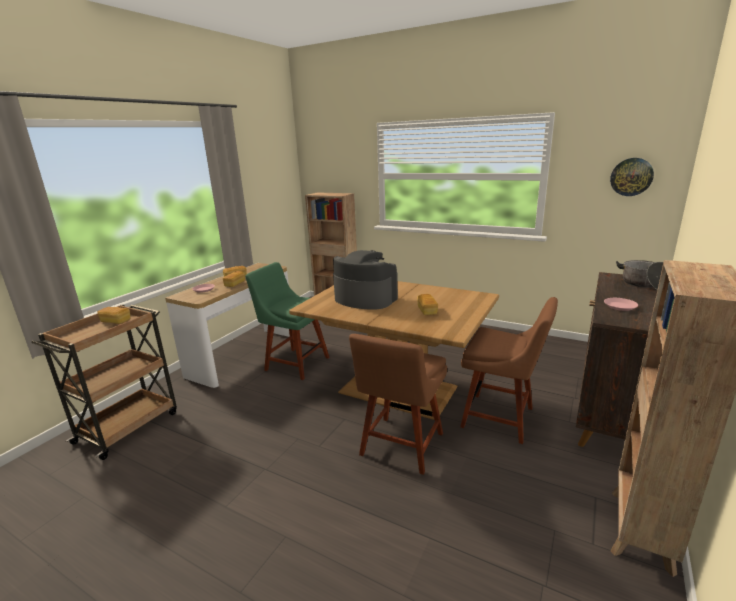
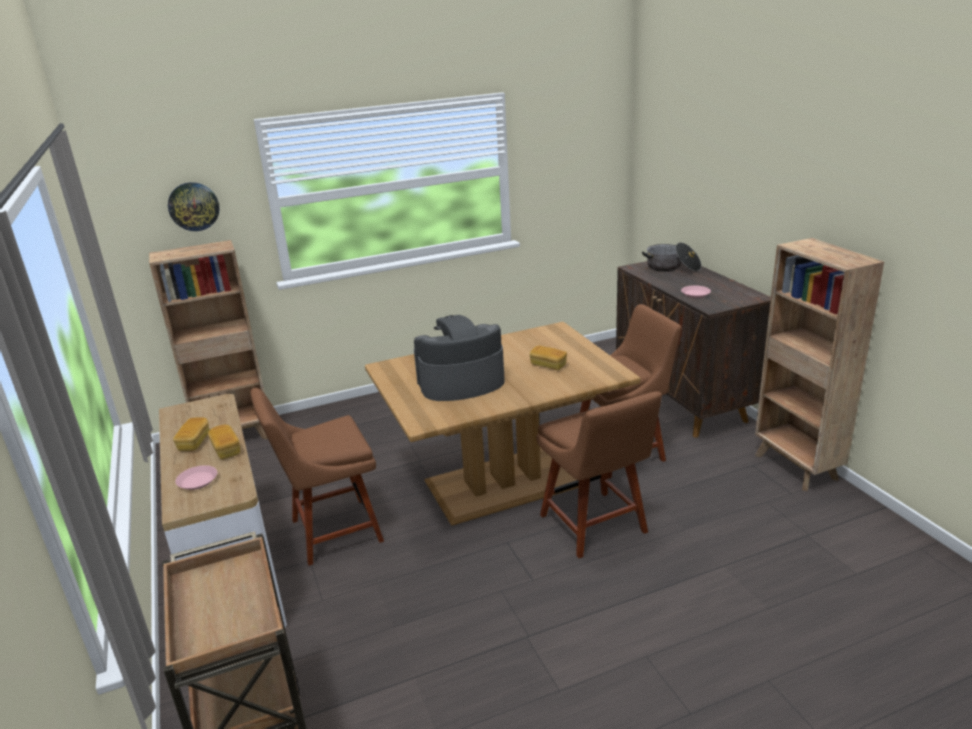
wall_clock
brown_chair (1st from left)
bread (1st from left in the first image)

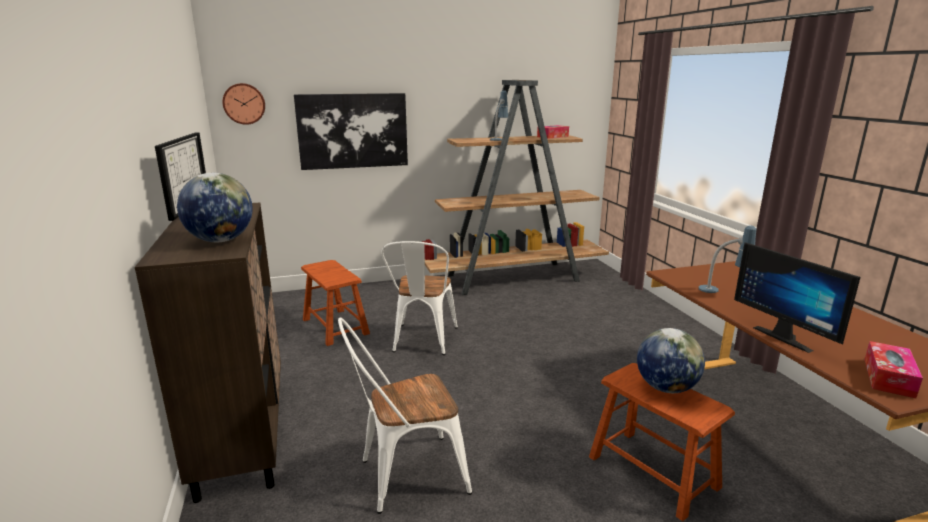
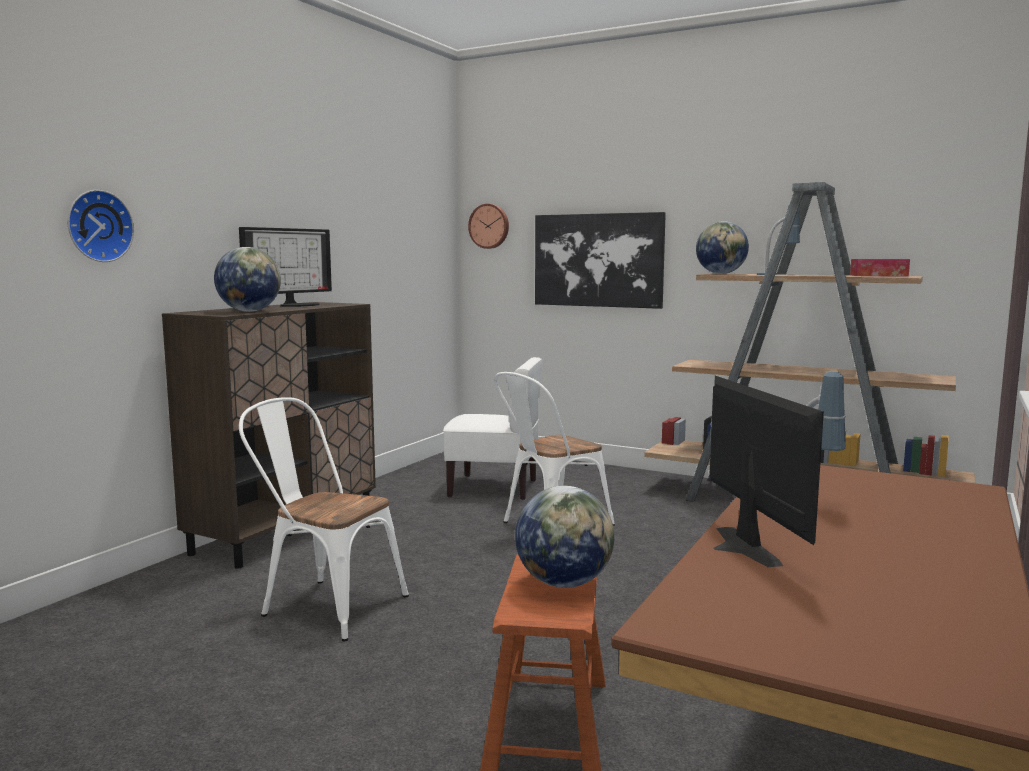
wall_clock (1st from left)
white_chair (2nd from left)
globe (3rd from left)
monitor (2nd from left)
tissue_box (2nd from left in the first image)

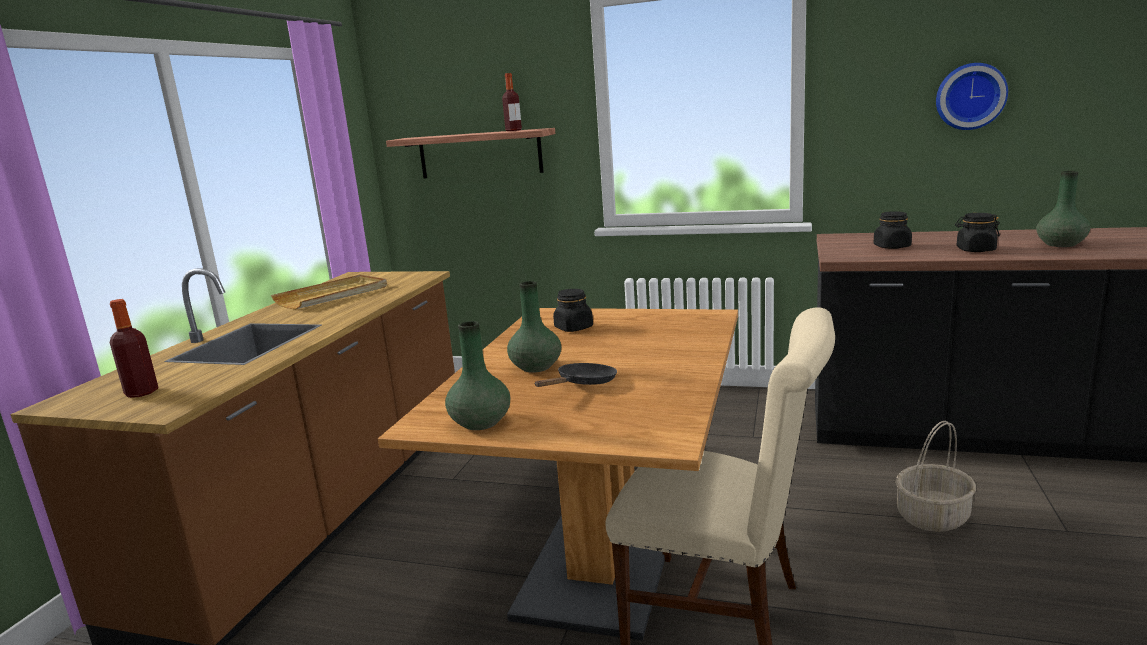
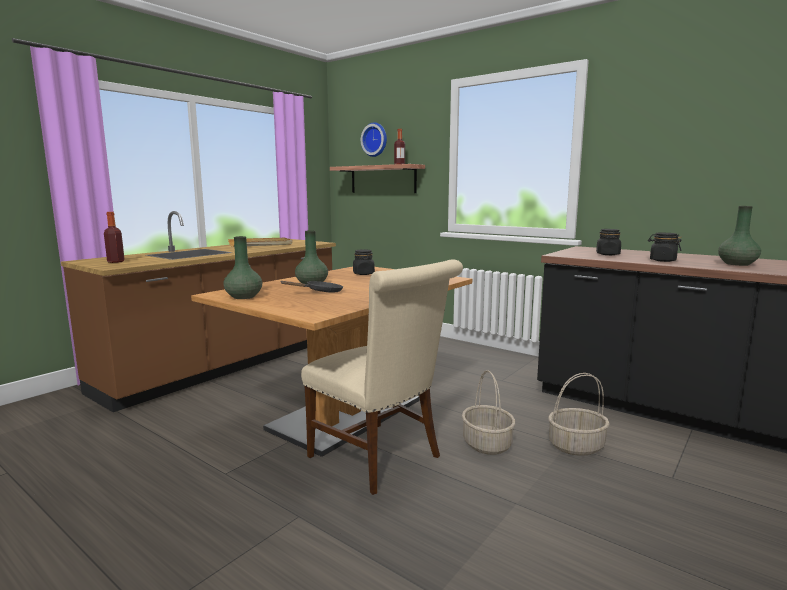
wall_clock
basket (1st from left)

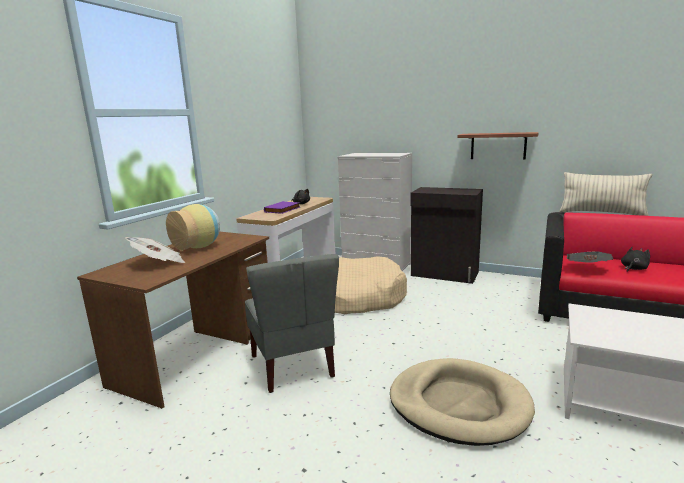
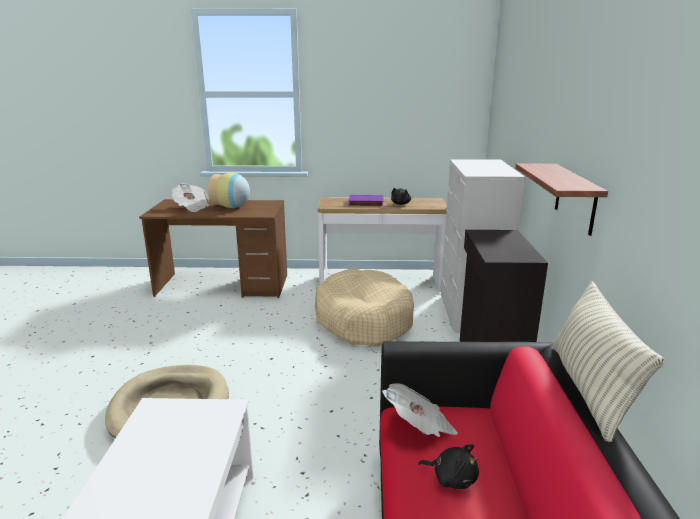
grey_chair

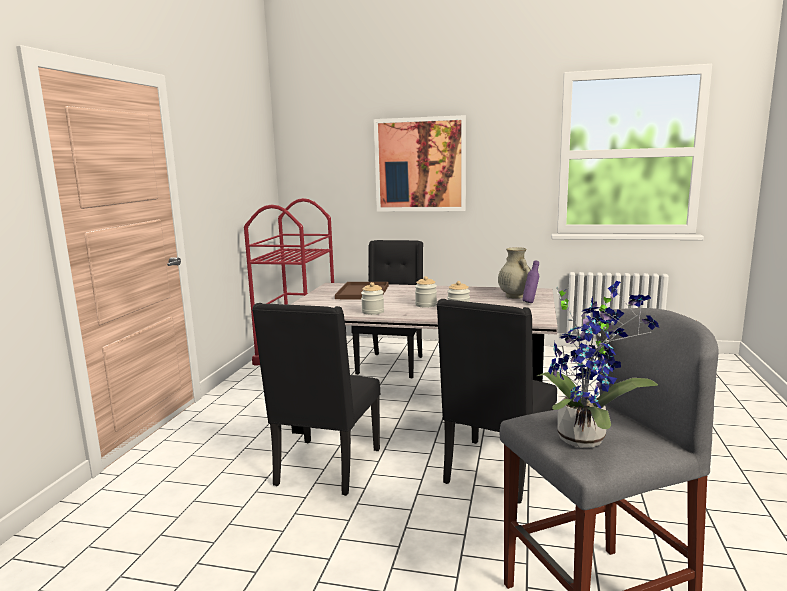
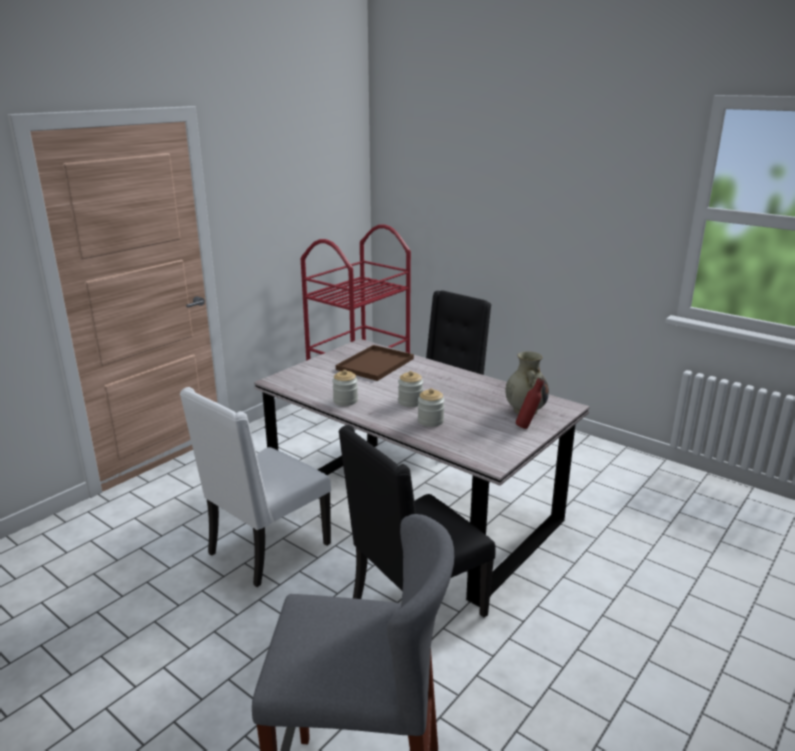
white_chair
red_bottle
picture
potted_plant

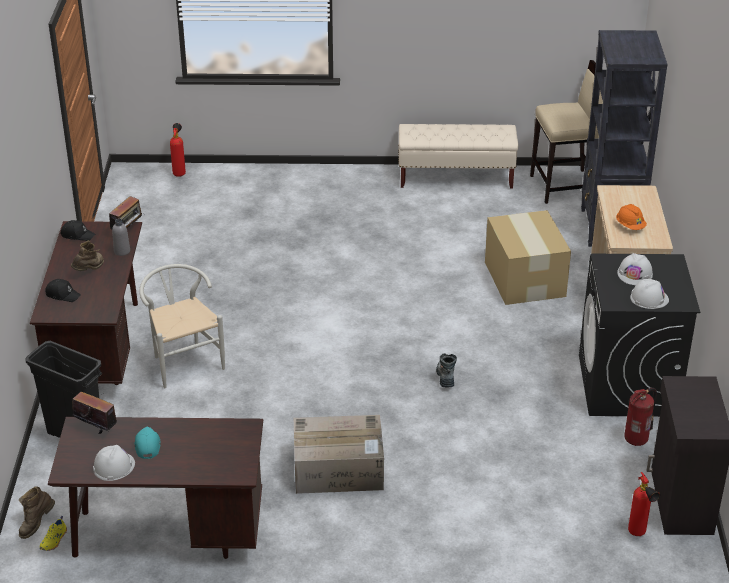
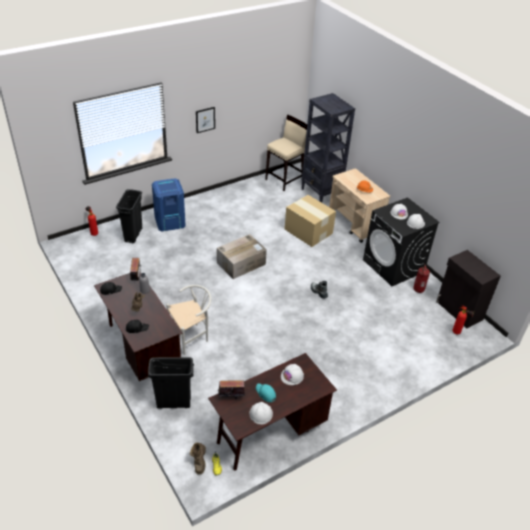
black_trash_can (1st from left)
blue_trash_can
white_chair
picture
cardboard_box (1st from left)
white_hard_hat (2nd from left)
beige_bench

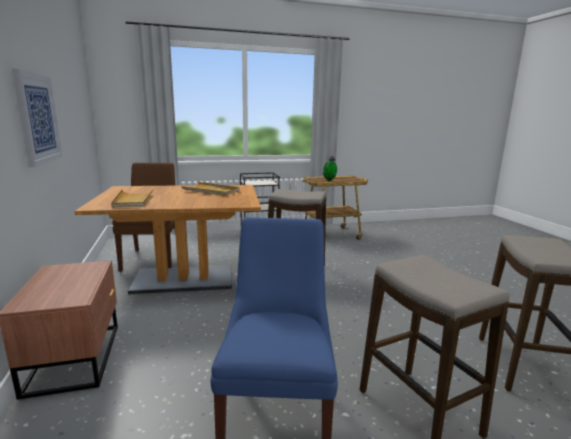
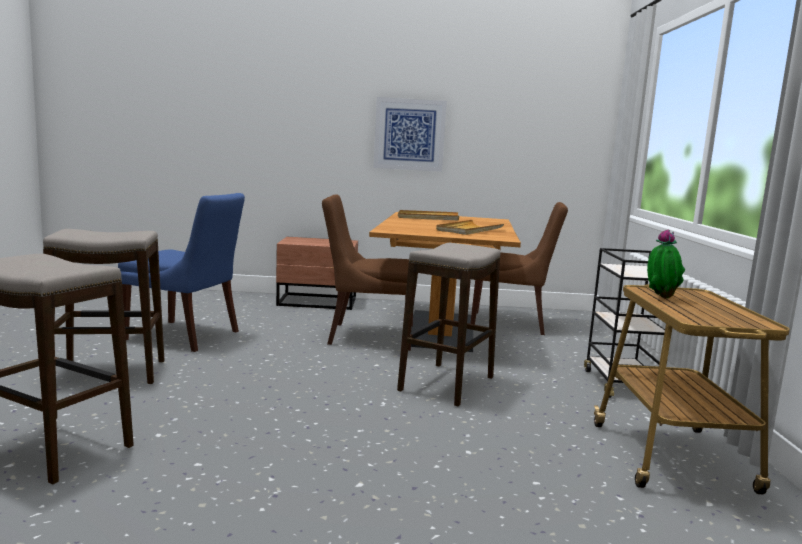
brown_chair (1st from left)

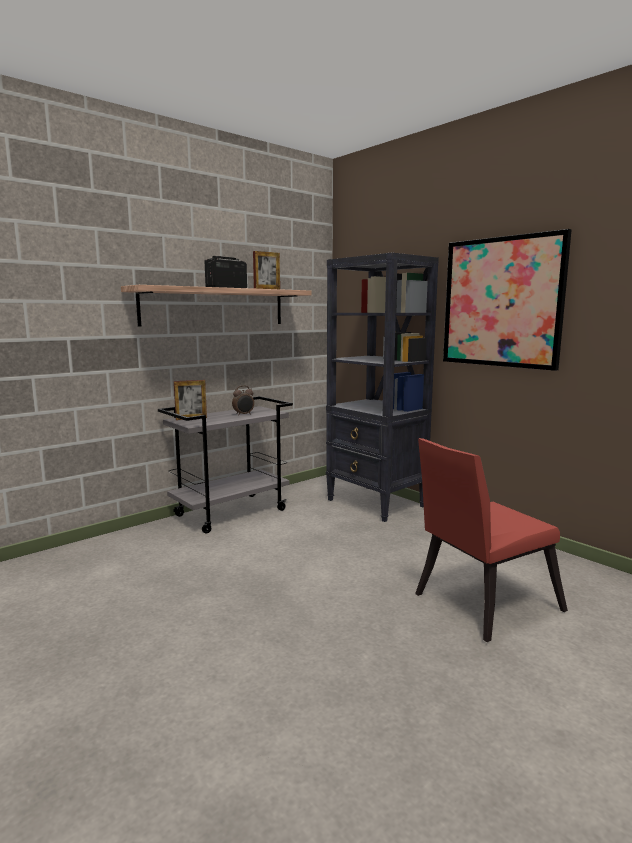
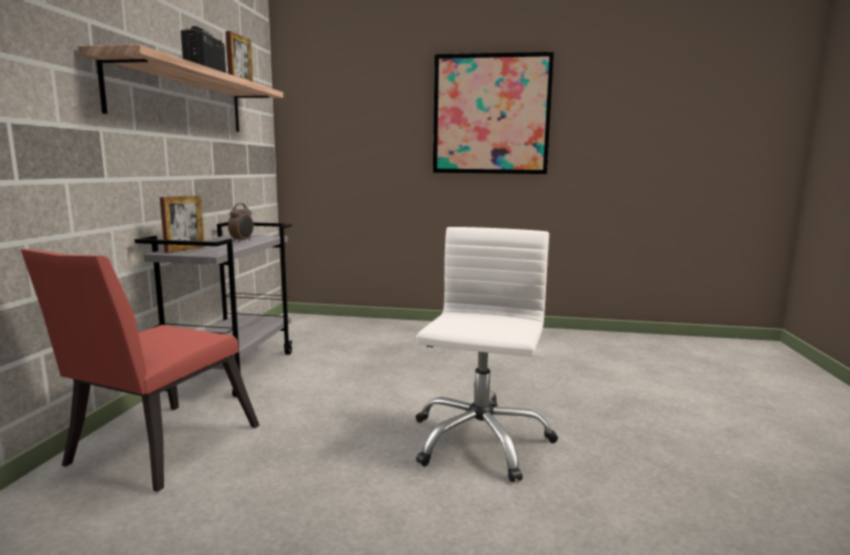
red_chair
white_office_chair
black_bookcase

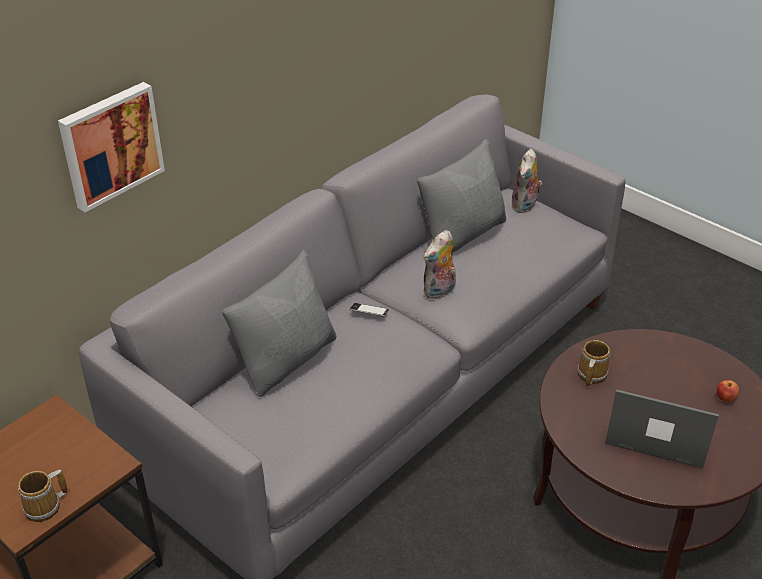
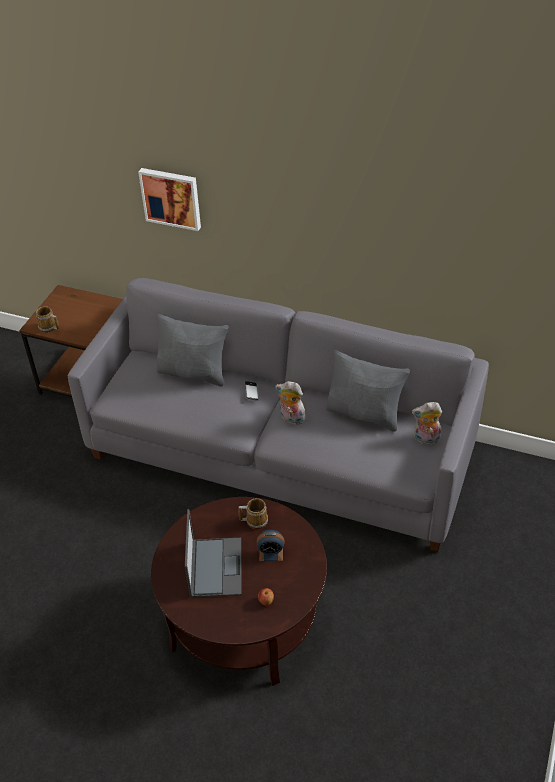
alarm_clock

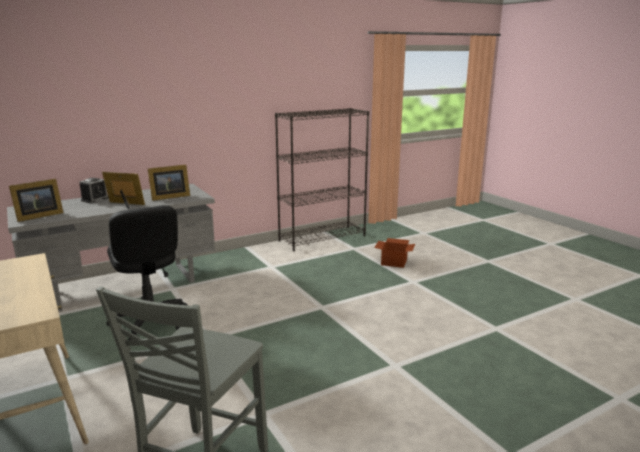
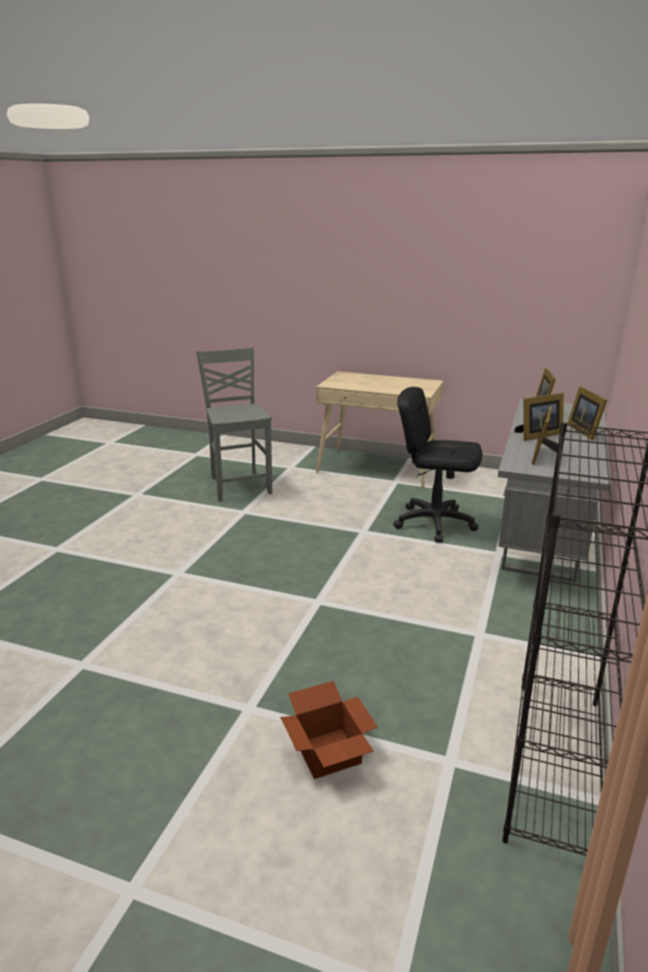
picture_frame (4th from left)

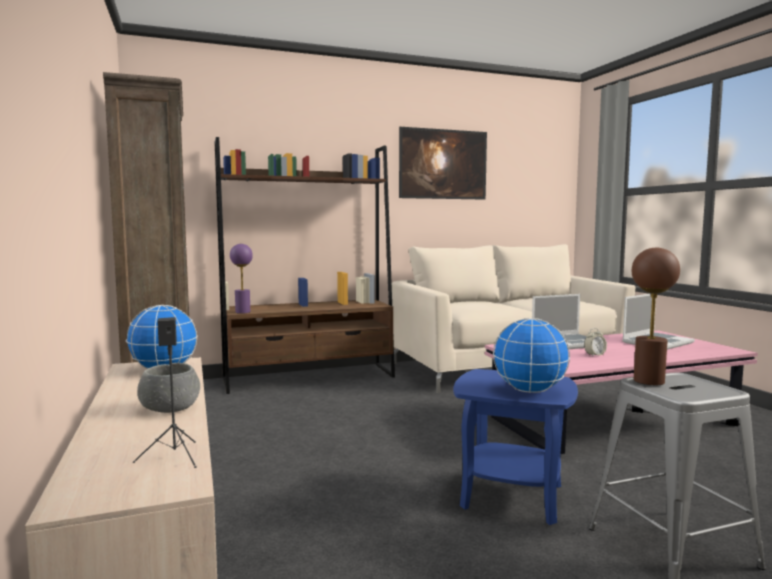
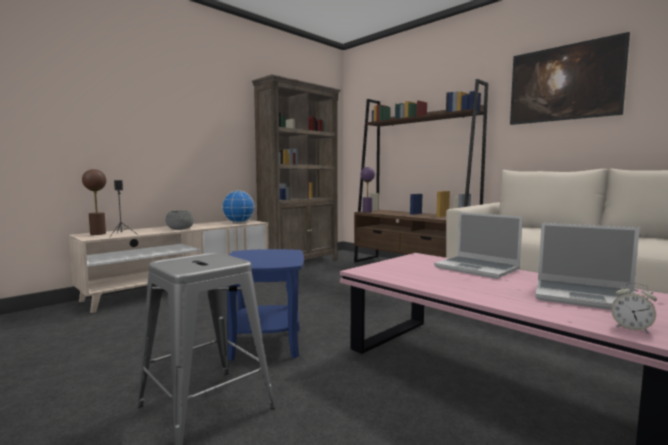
brown_table_lamp
alarm_clock
globe (2nd from left in the first image)

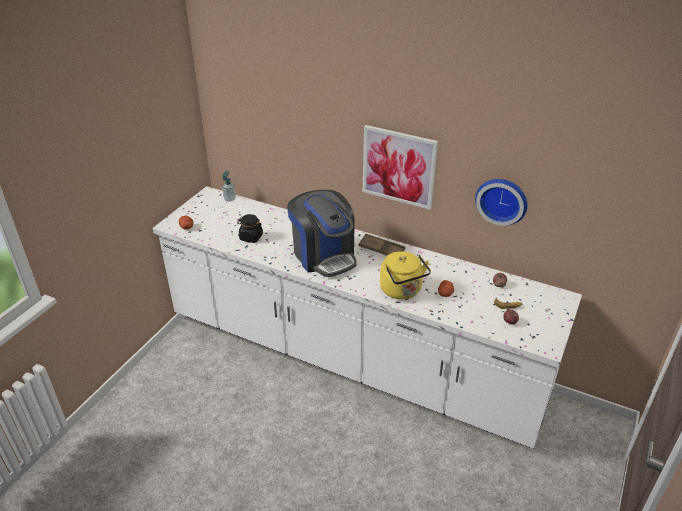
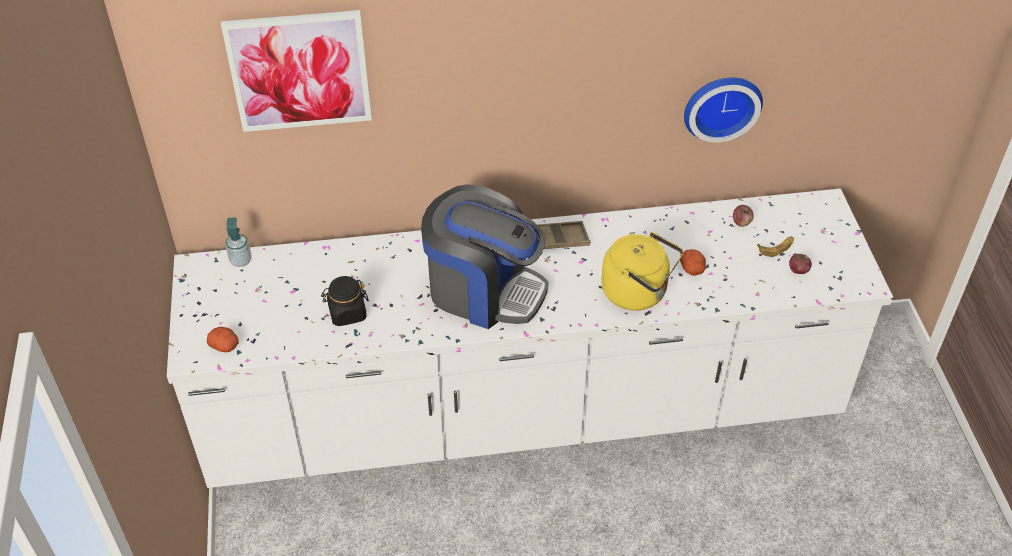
picture

